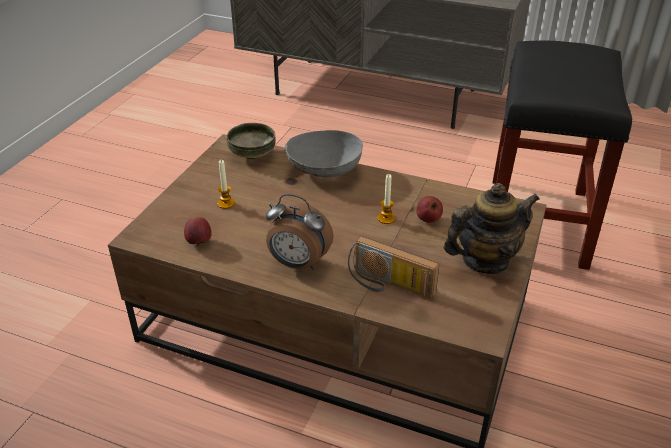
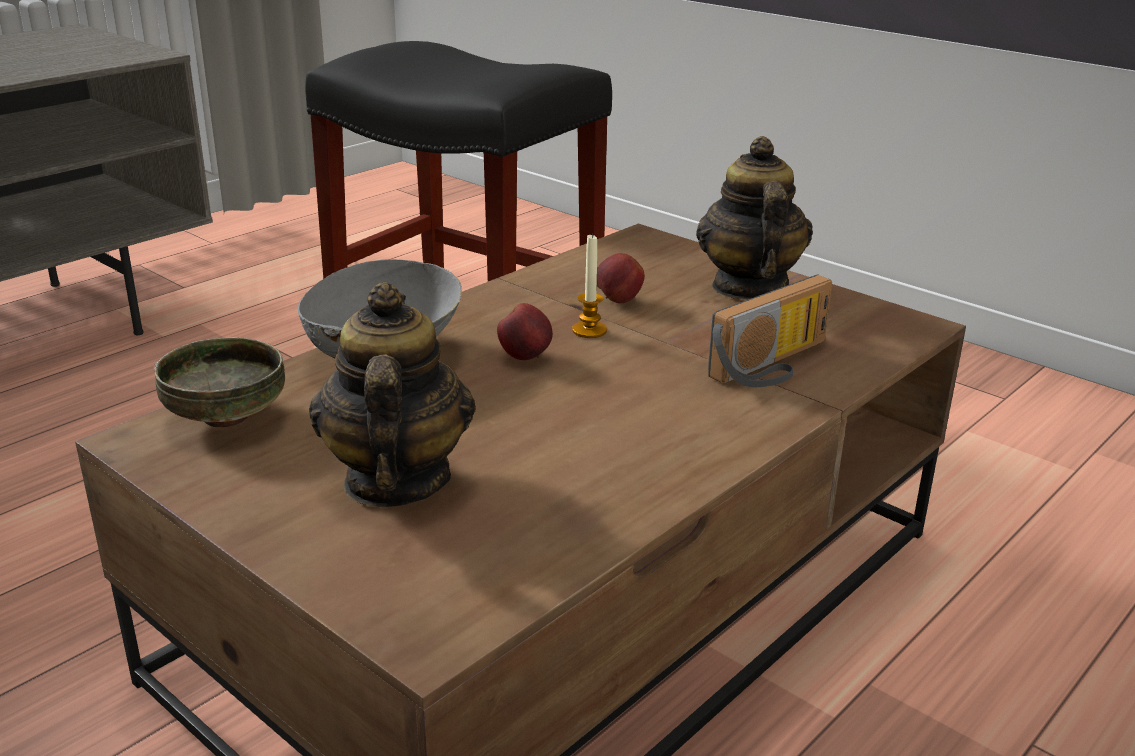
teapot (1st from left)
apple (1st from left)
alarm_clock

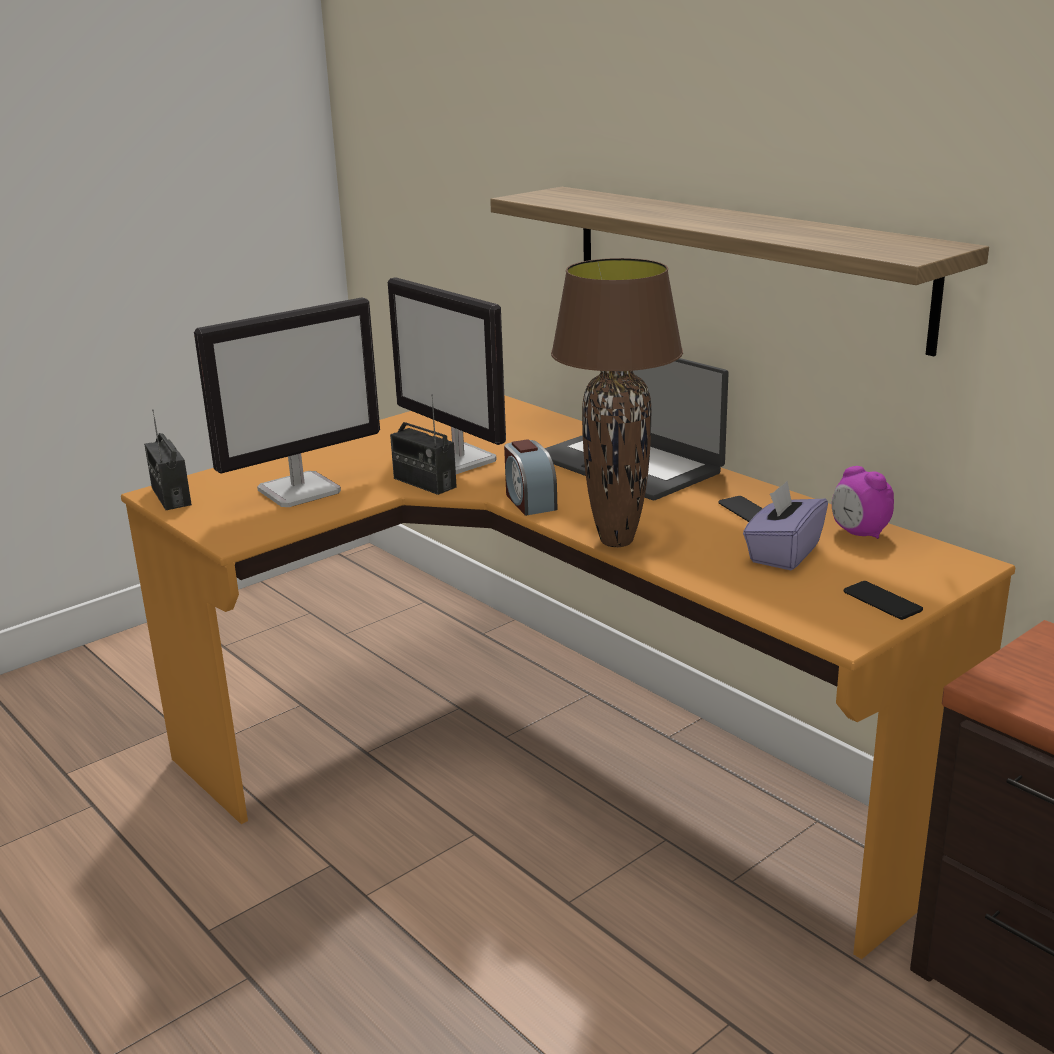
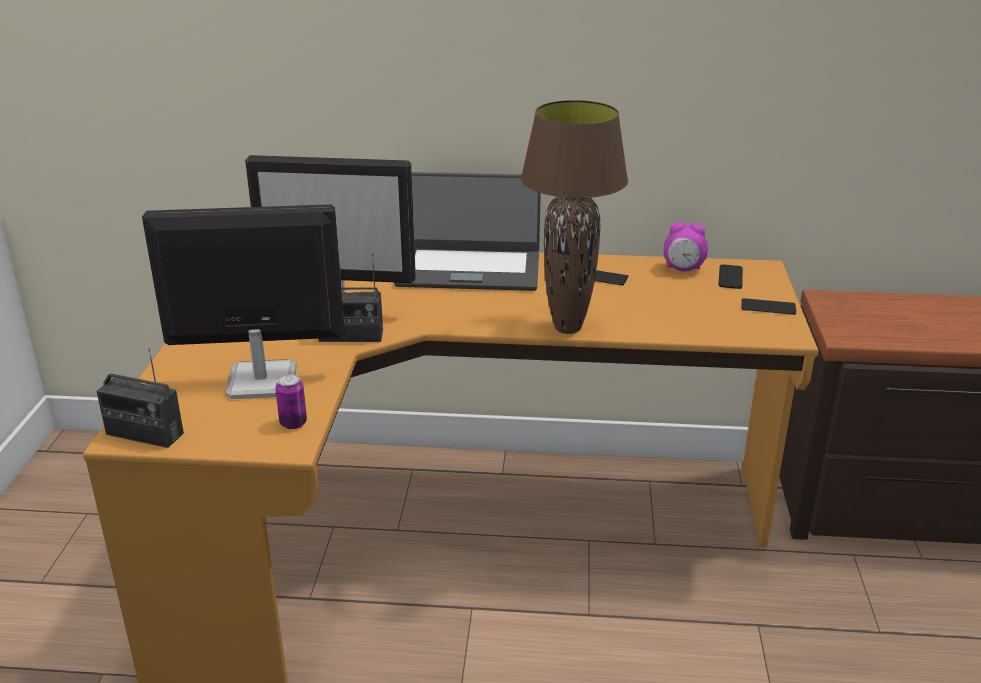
monitor (1st from left)
can
phone (2nd from left)
shelf
alarm_clock (1st from left in the first image)
purple_tissue_box

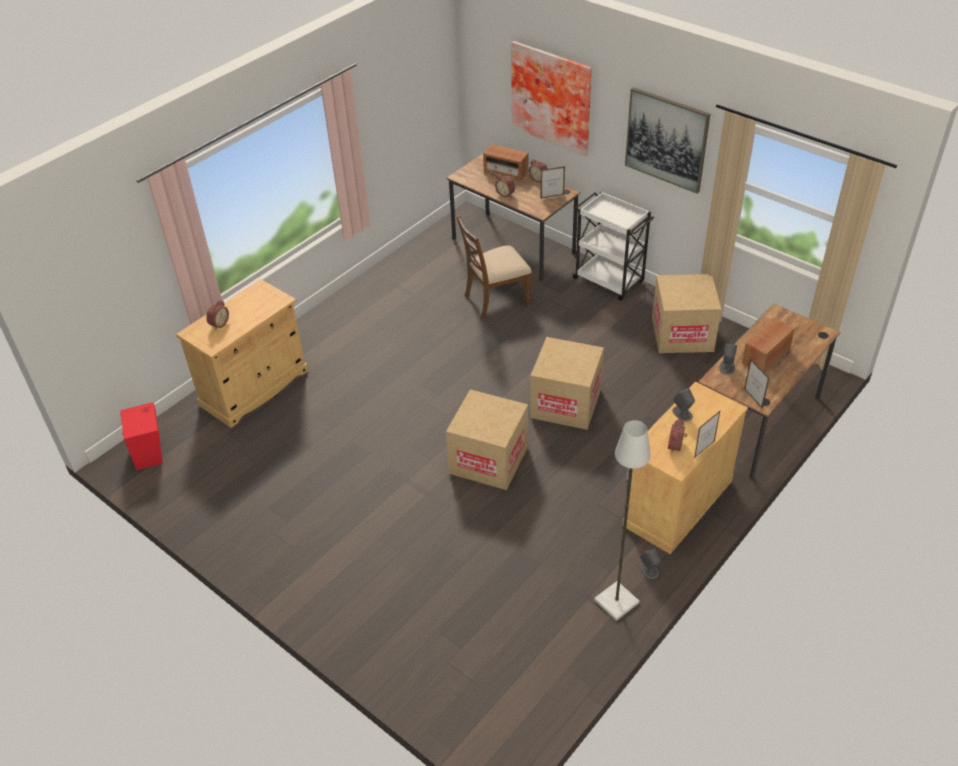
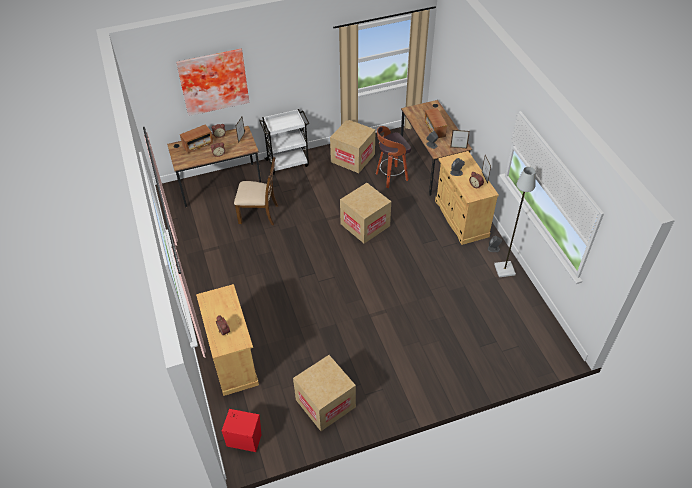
brown_chair
cardboard_box (1st from left)
stool
picture (2nd from left in the first image)

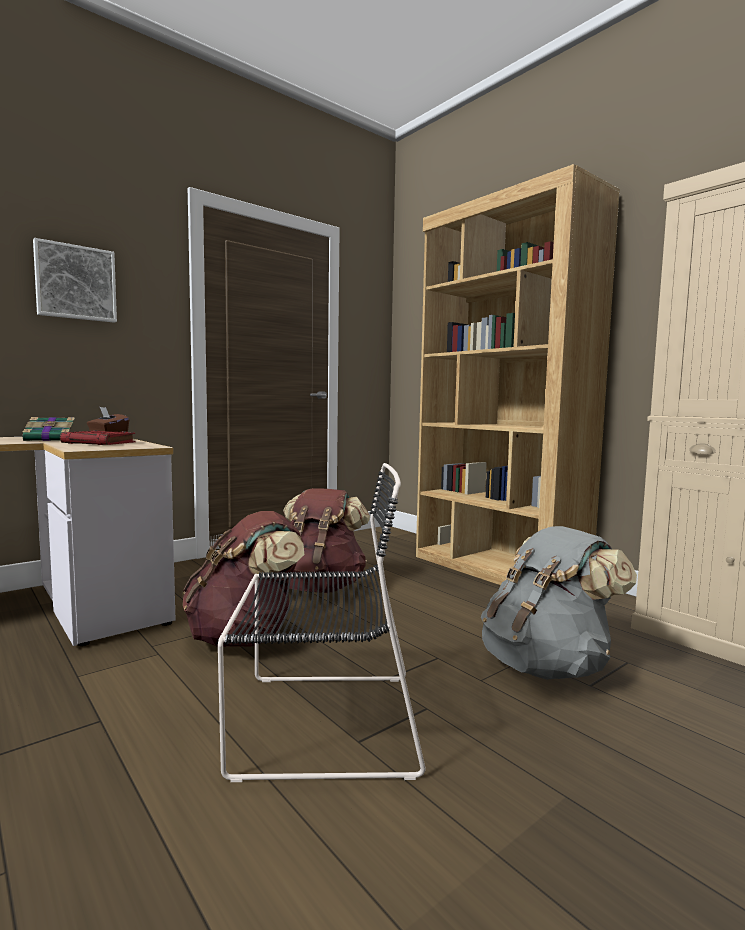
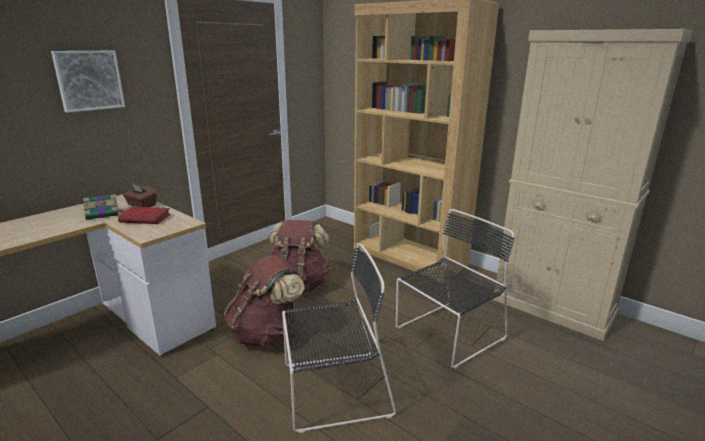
black_chair (2nd from left)

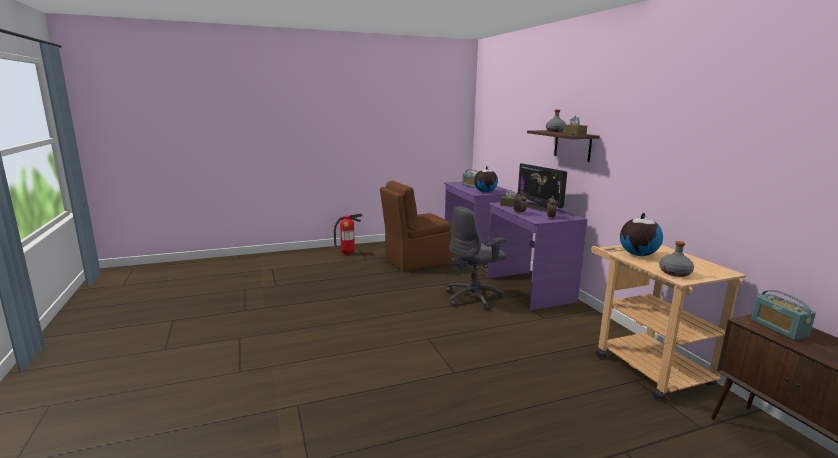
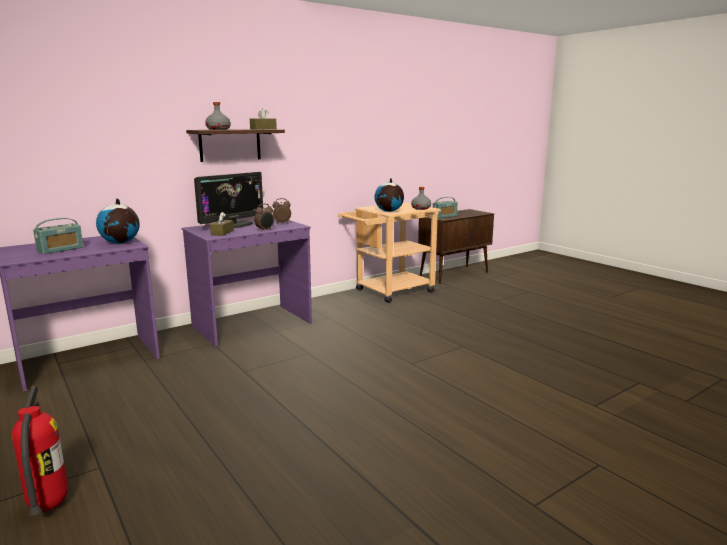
brown_chair
grey_office_chair

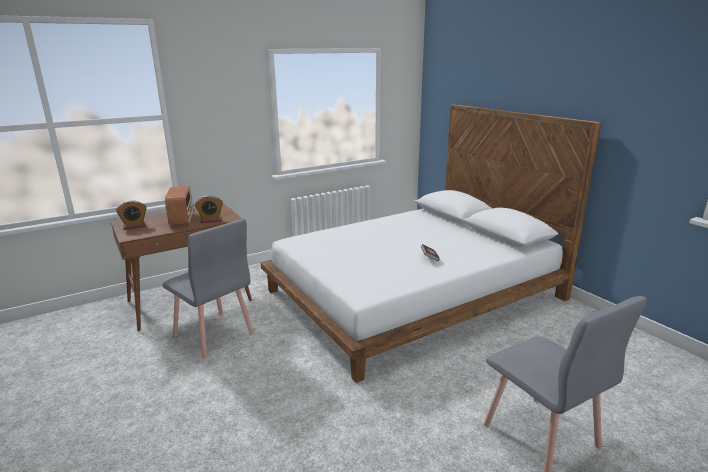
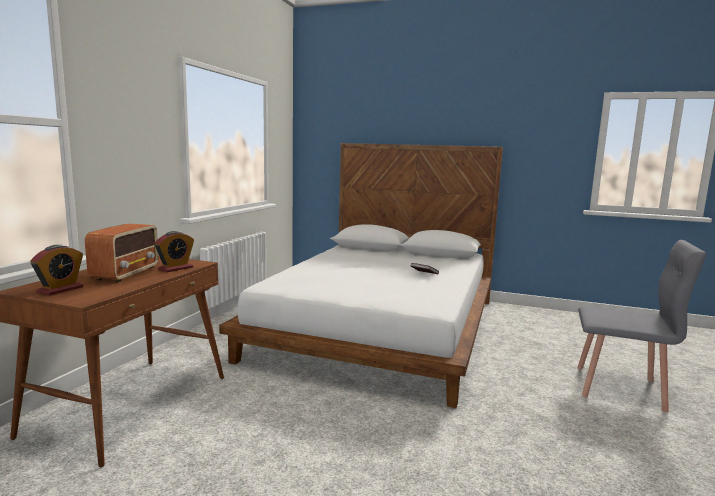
radio
grey_chair (1st from left in the first image)

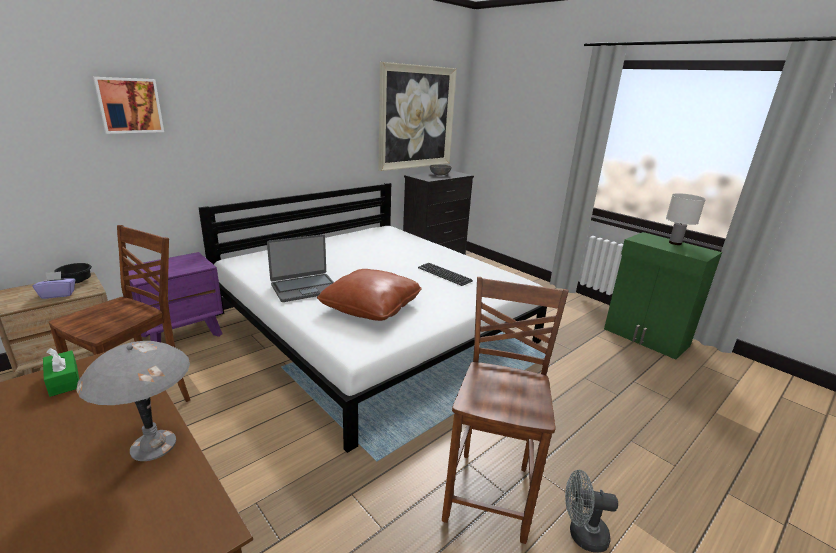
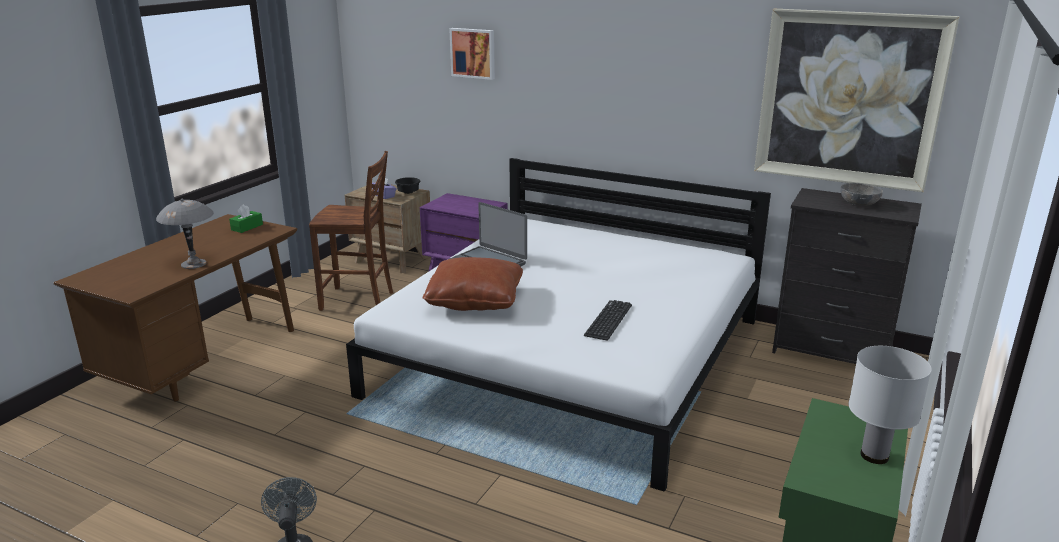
brown_chair (2nd from left in the first image)

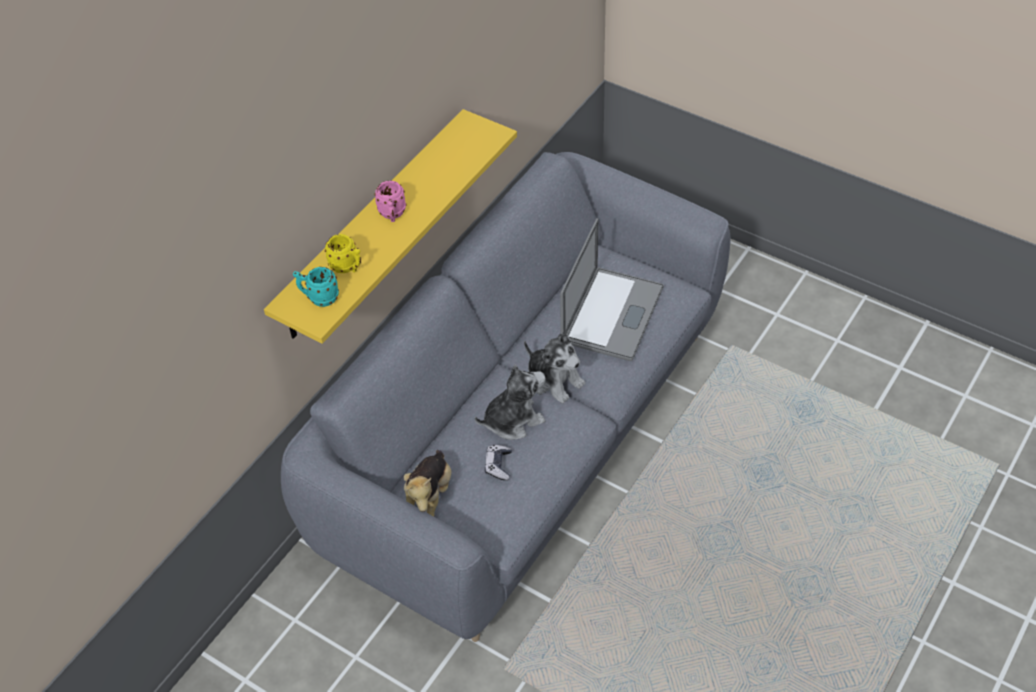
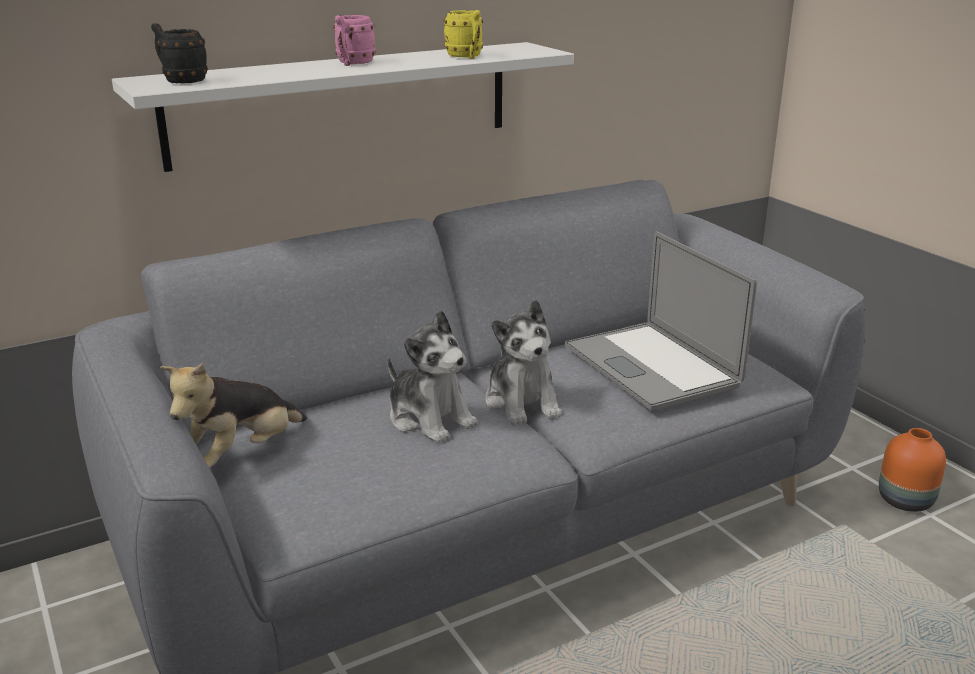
white_shelf
black_mug
plush_toy (2nd from left)
yellow_mug
laptop
orange_vase
game_controller

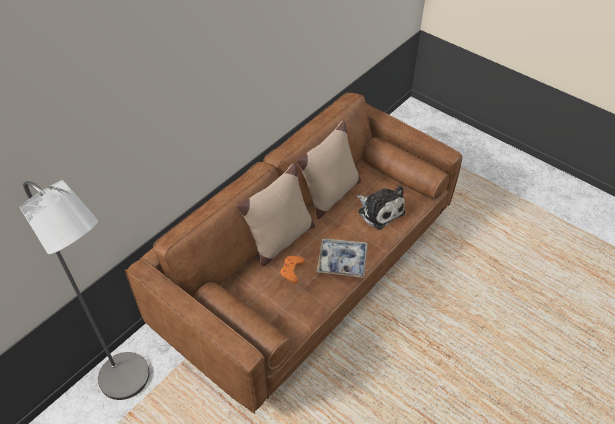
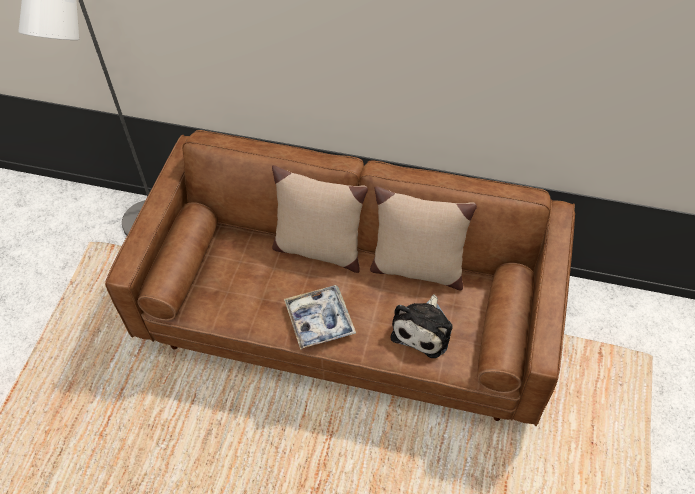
orange_game_controller

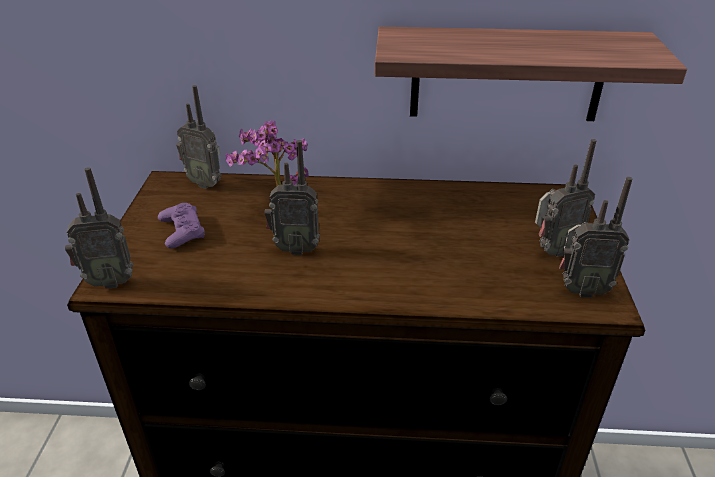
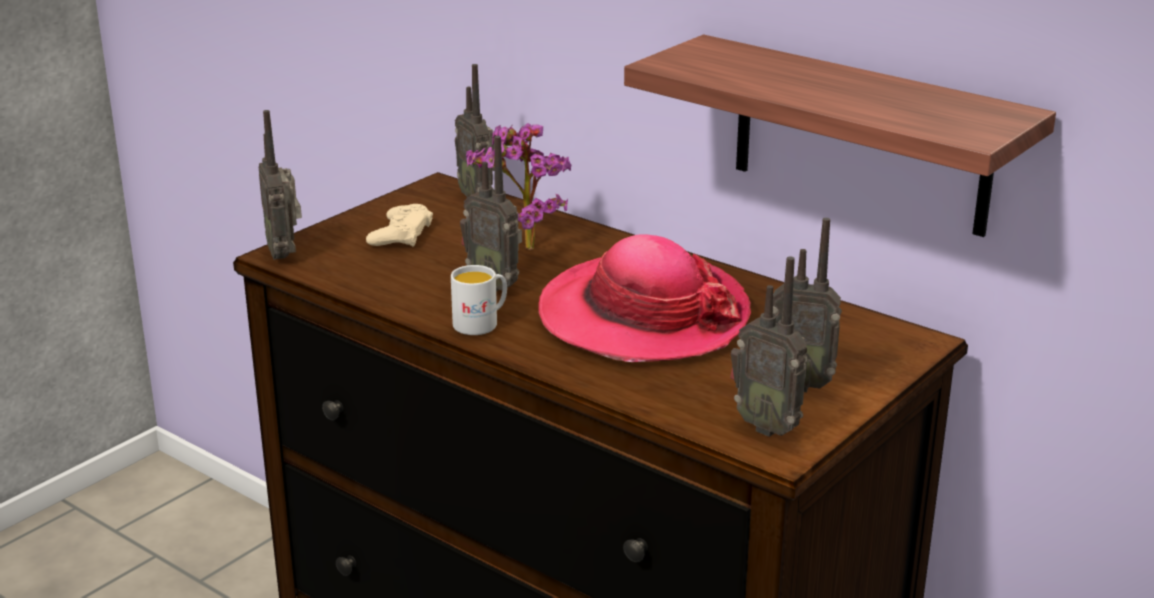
radio (1st from left)
beige_game_controller
white_mug
hat

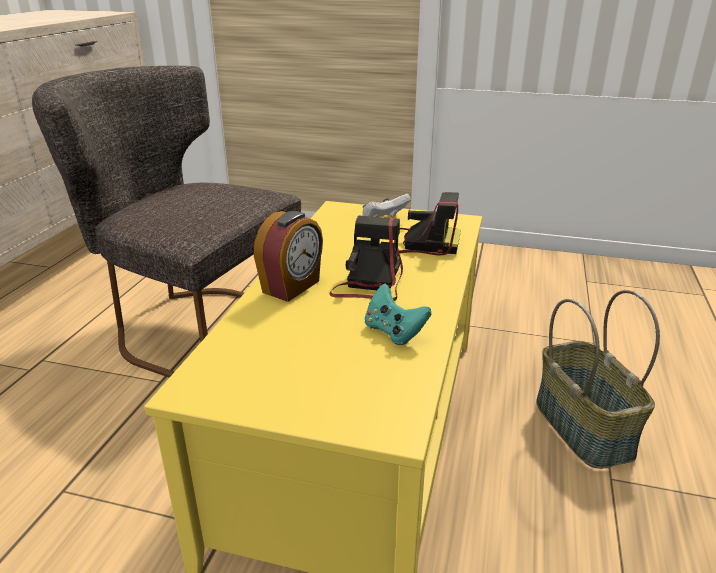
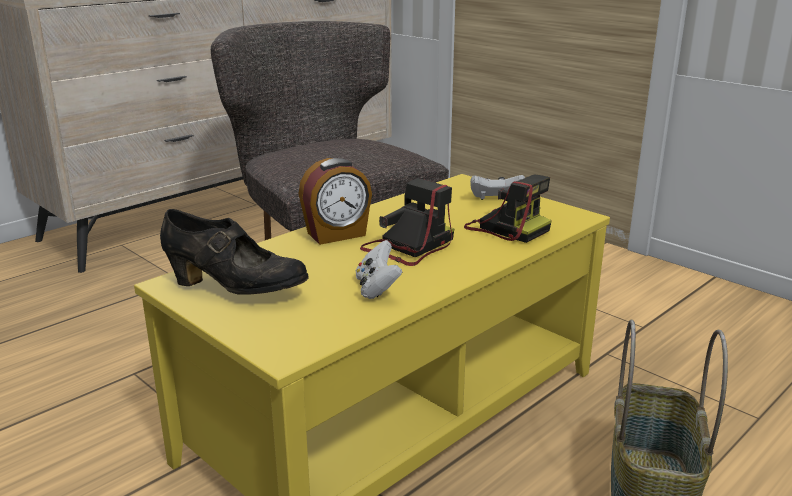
black_shoe
white_game_controller (1st from left)

